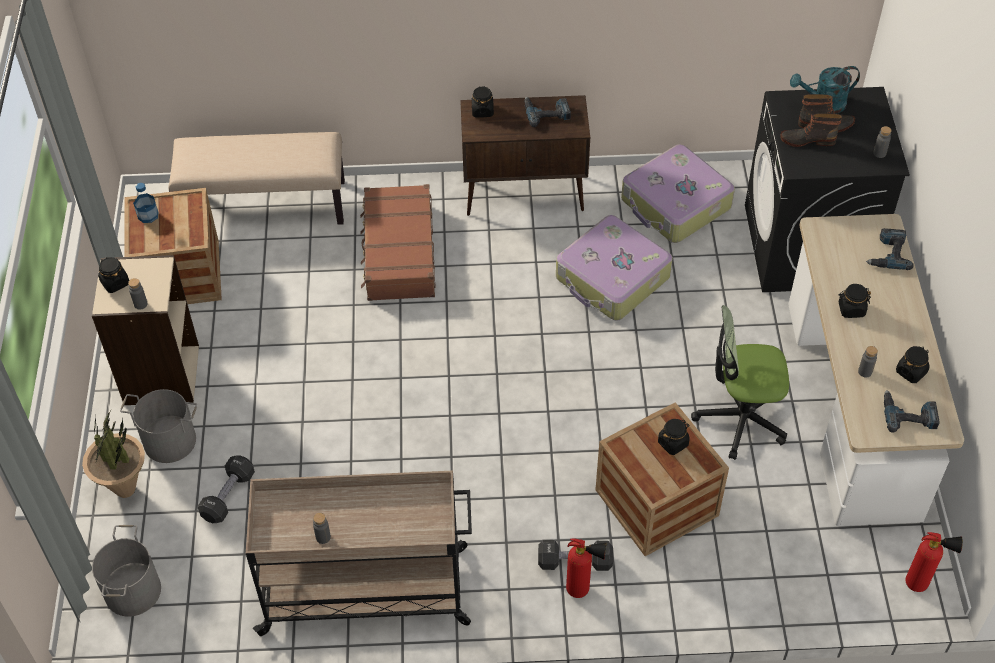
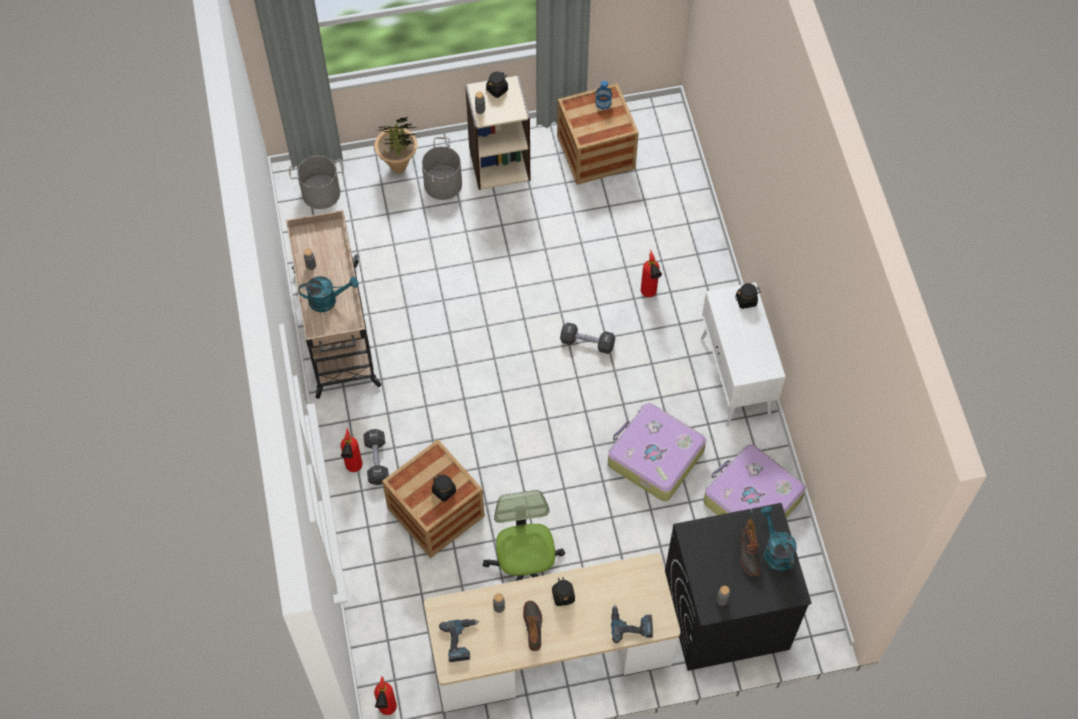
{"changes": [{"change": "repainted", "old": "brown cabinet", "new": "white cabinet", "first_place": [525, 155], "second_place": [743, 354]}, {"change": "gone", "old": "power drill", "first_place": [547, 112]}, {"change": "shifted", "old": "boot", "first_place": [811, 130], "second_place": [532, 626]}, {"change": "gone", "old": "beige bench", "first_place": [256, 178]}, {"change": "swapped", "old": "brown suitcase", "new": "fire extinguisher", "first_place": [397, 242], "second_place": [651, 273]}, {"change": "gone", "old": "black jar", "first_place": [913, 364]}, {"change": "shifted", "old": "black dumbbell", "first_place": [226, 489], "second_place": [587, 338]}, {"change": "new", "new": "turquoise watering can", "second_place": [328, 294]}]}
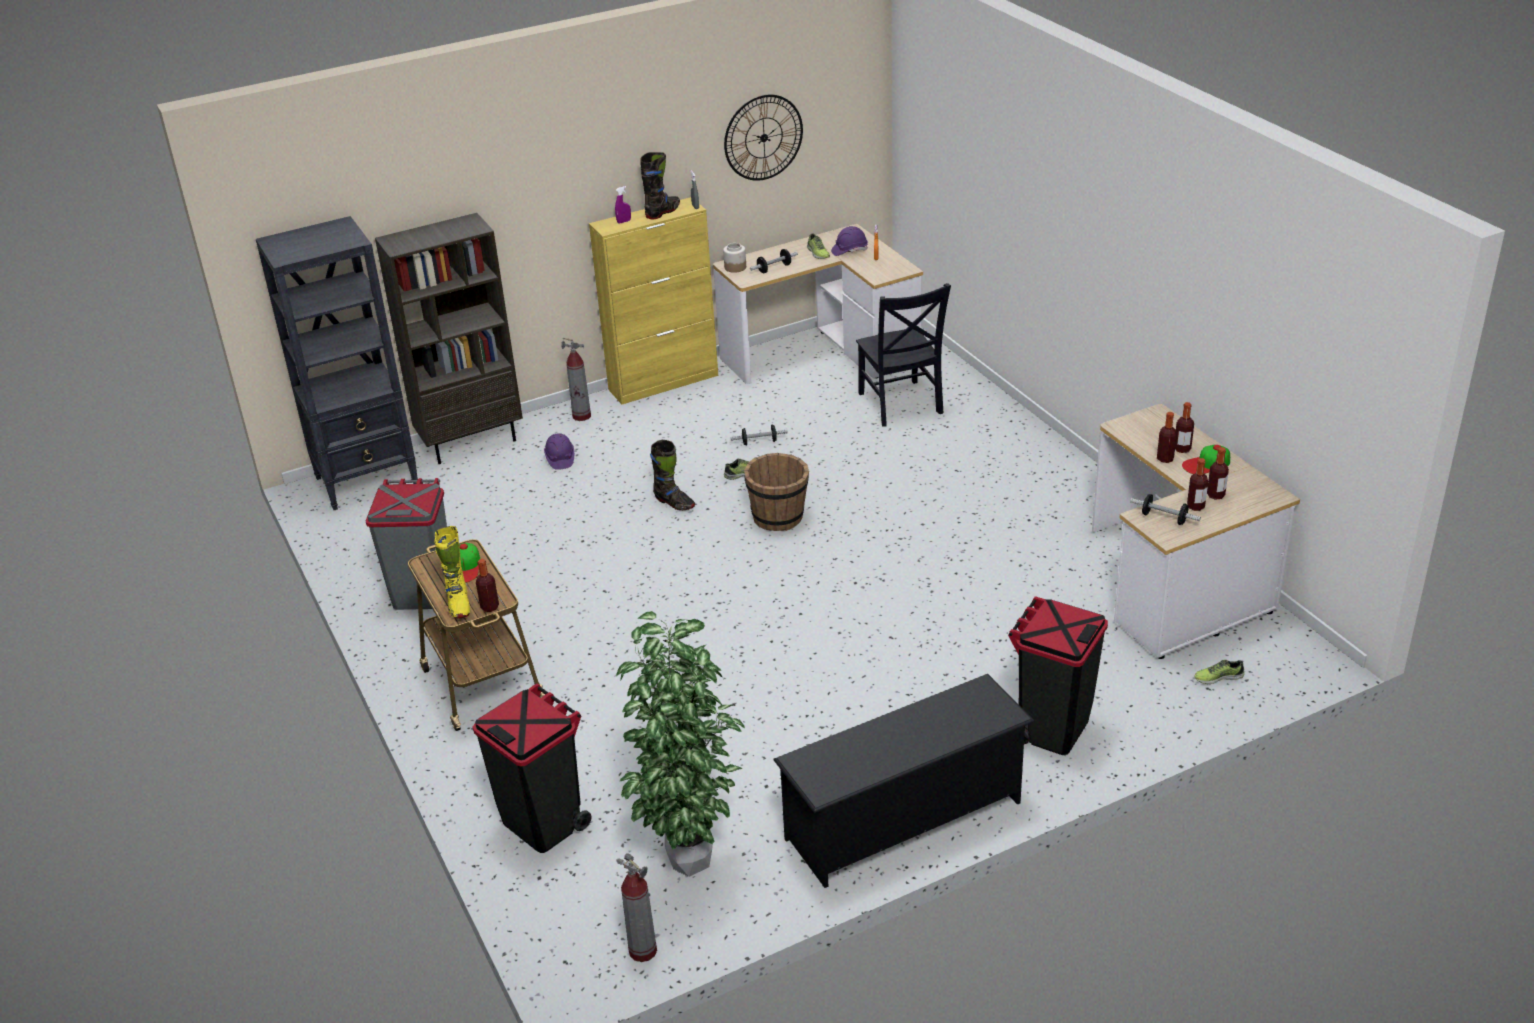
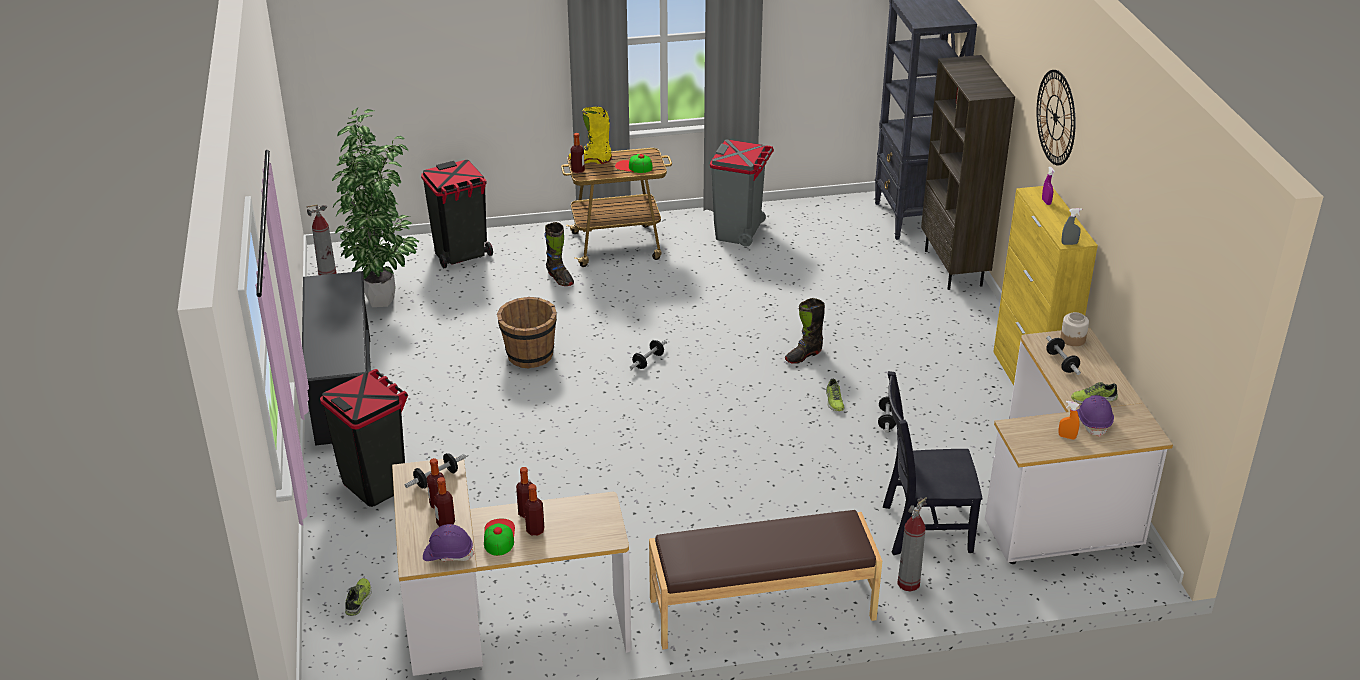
{"changes": [{"change": "shifted", "old": "wall clock", "first_place": [763, 137], "second_place": [1056, 117]}, {"change": "shifted", "old": "black boot", "first_place": [660, 185], "second_place": [559, 254]}, {"change": "shifted", "old": "fire extinguisher", "first_place": [576, 379], "second_place": [912, 544]}, {"change": "shifted", "old": "purple hard hat", "first_place": [559, 451], "second_place": [448, 542]}, {"change": "shifted", "old": "brown bucket", "first_place": [776, 492], "second_place": [527, 332]}, {"change": "new", "new": "dumbbell", "second_place": [648, 354]}, {"change": "new", "new": "brown bench", "second_place": [765, 579]}]}
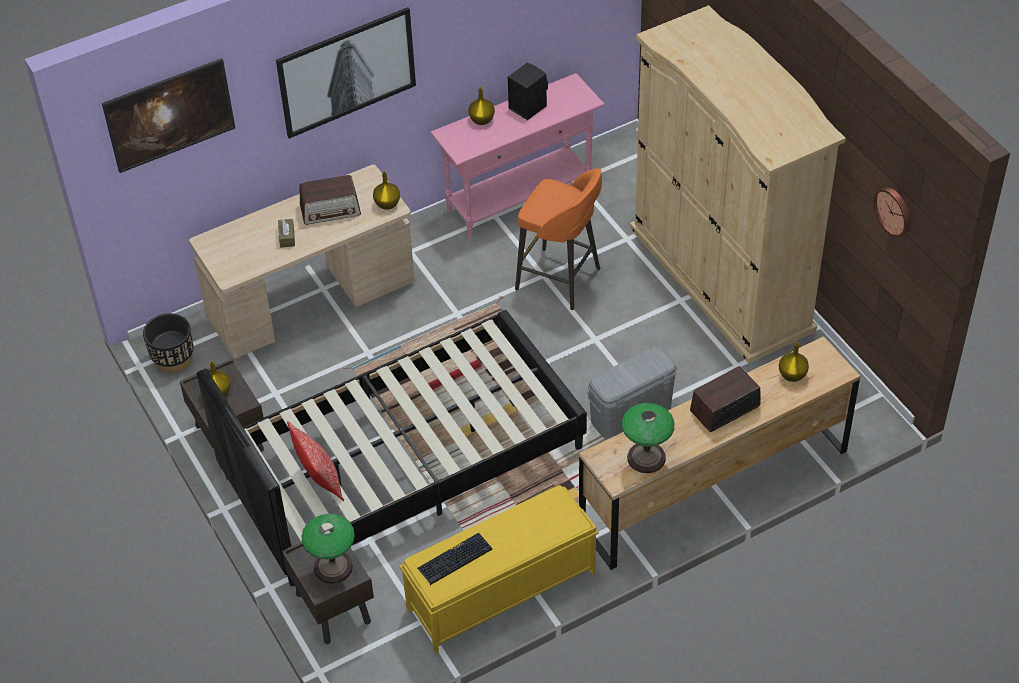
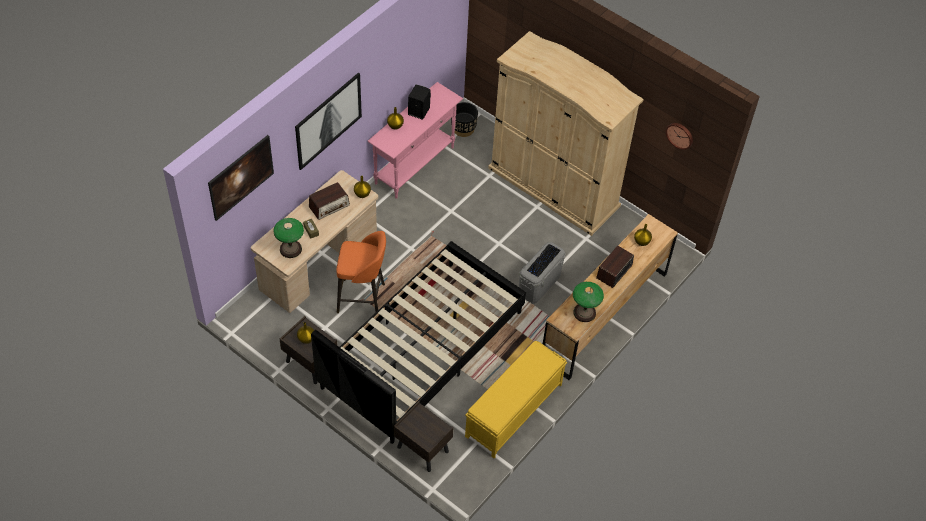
{"changes": [{"change": "shifted", "old": "orange stool", "first_place": [558, 239], "second_place": [361, 272]}, {"change": "shifted", "old": "black planter", "first_place": [168, 343], "second_place": [464, 119]}, {"change": "gone", "old": "pillow", "first_place": [315, 461]}, {"change": "shifted", "old": "table lamp", "first_place": [328, 549], "second_place": [288, 238]}, {"change": "shifted", "old": "keyboard", "first_place": [454, 559], "second_place": [543, 260]}]}
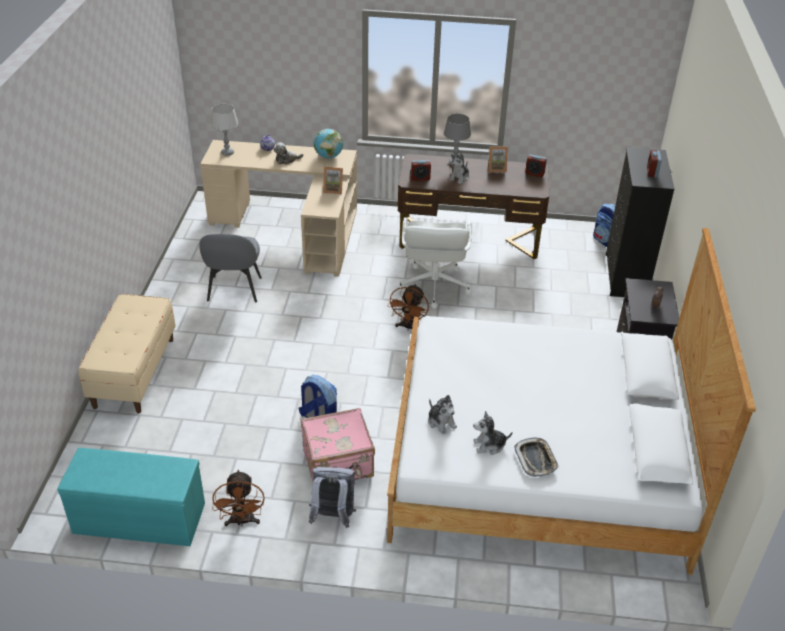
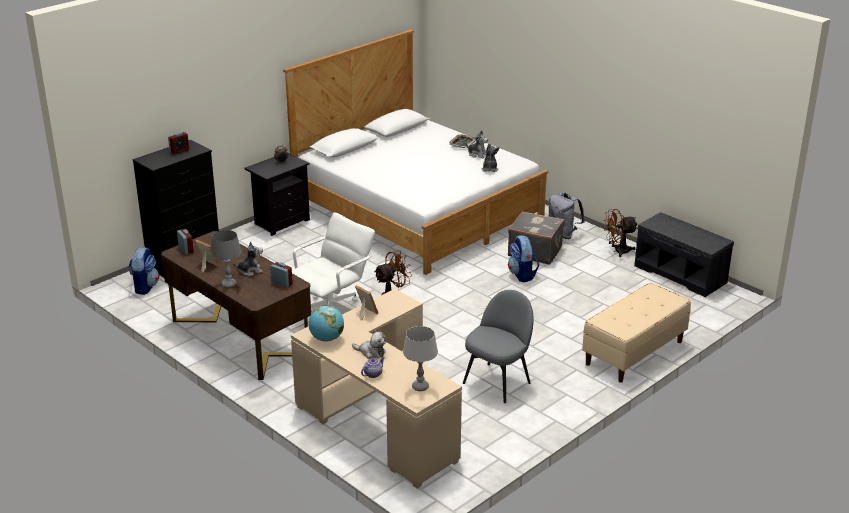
{"changes": [{"change": "repainted", "old": "pink suitcase", "new": "grey suitcase", "first_place": [337, 444], "second_place": [536, 237]}, {"change": "repainted", "old": "turquoise bench", "new": "grey bench", "first_place": [131, 496], "second_place": [684, 254]}, {"change": "rotated", "old": "brown fan", "first_place": [239, 498], "second_place": [621, 233], "degrees": -135}]}
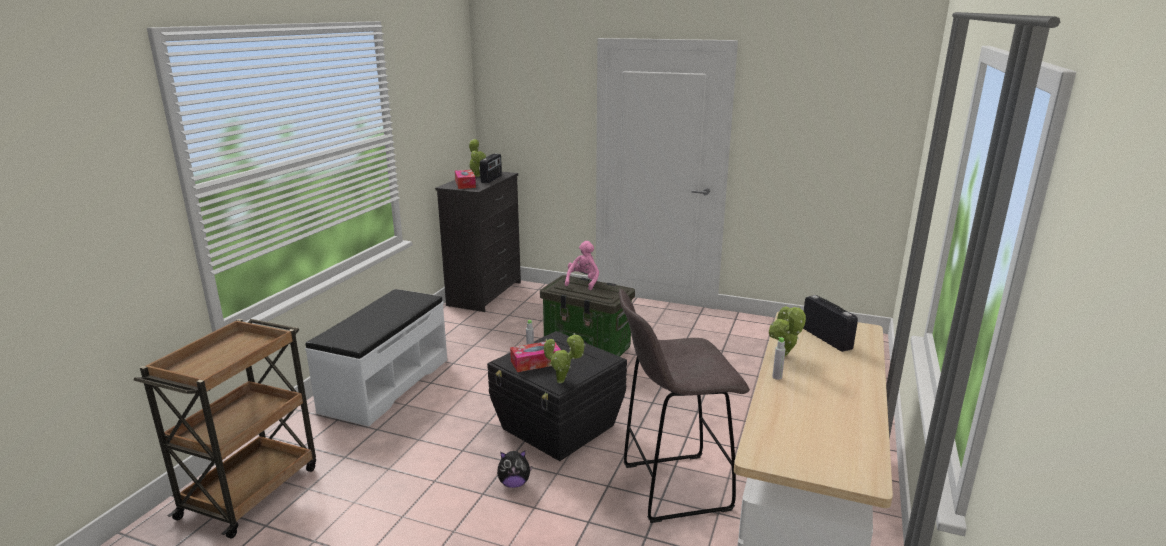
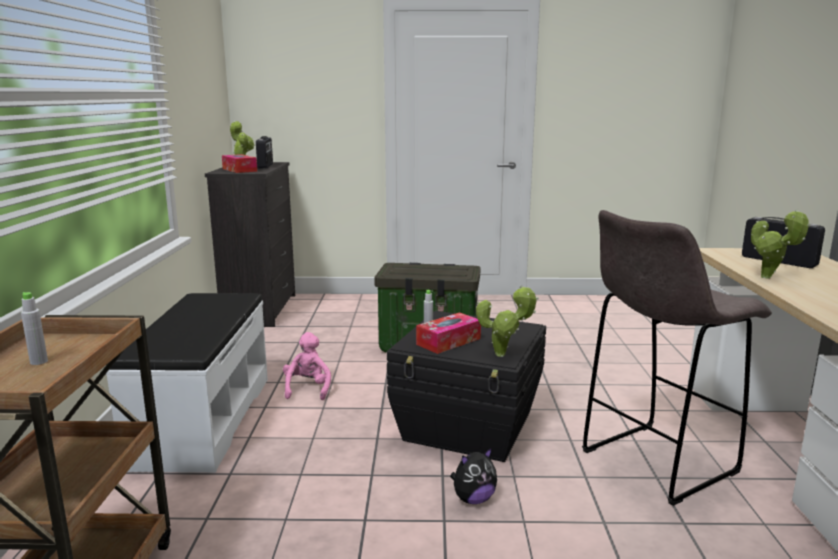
{"changes": [{"change": "shifted", "old": "pink plush toy", "first_place": [582, 265], "second_place": [307, 366]}, {"change": "shifted", "old": "grey bottle", "first_place": [779, 358], "second_place": [34, 328]}]}
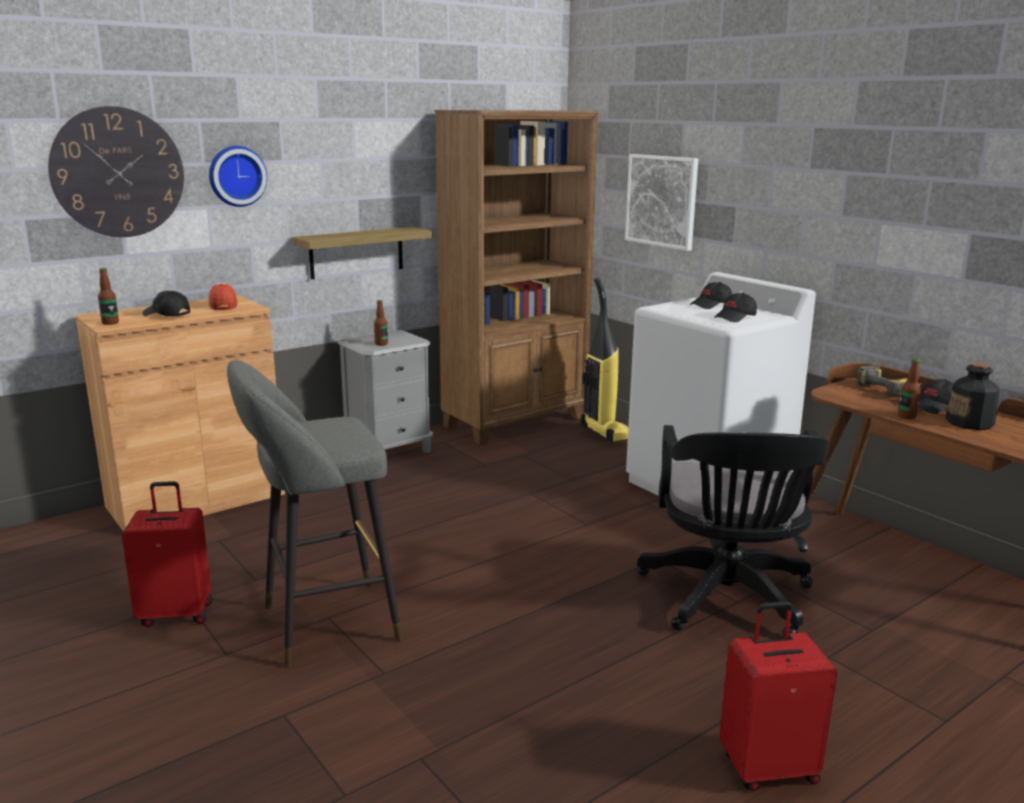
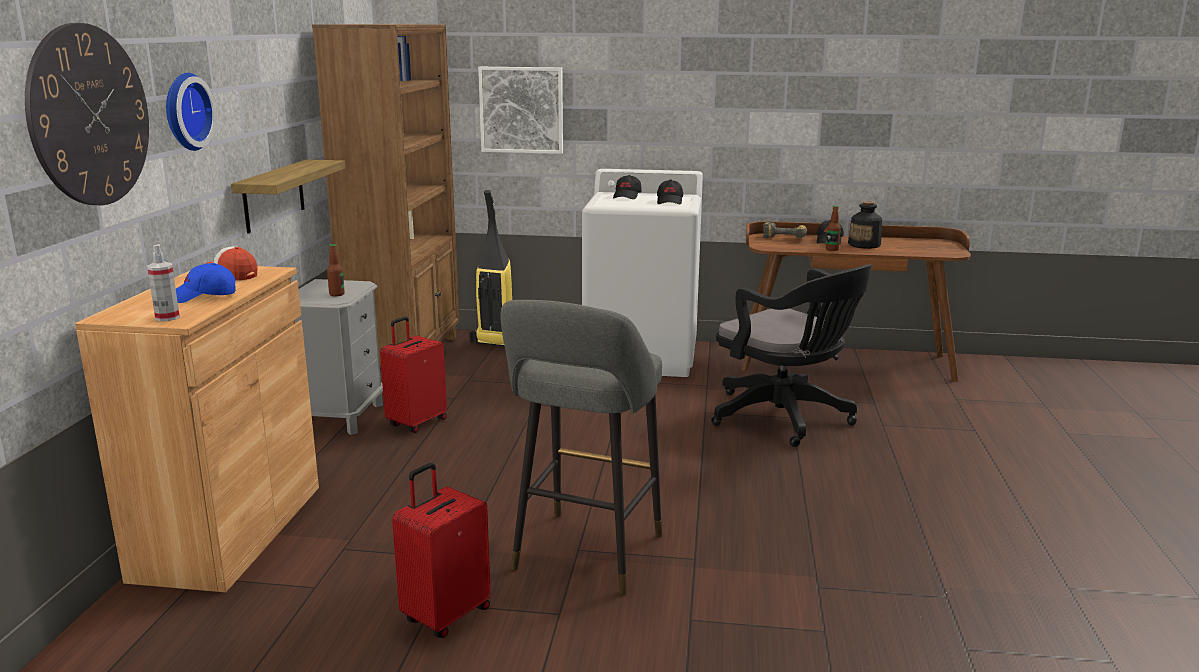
{"changes": [{"change": "swapped", "old": "bottle", "new": "spray bottle", "first_place": [108, 296], "second_place": [163, 282]}, {"change": "repainted", "old": "black cap", "new": "blue cap", "first_place": [166, 303], "second_place": [206, 283]}, {"change": "shifted", "old": "red suitcase", "first_place": [778, 696], "second_place": [413, 375]}]}
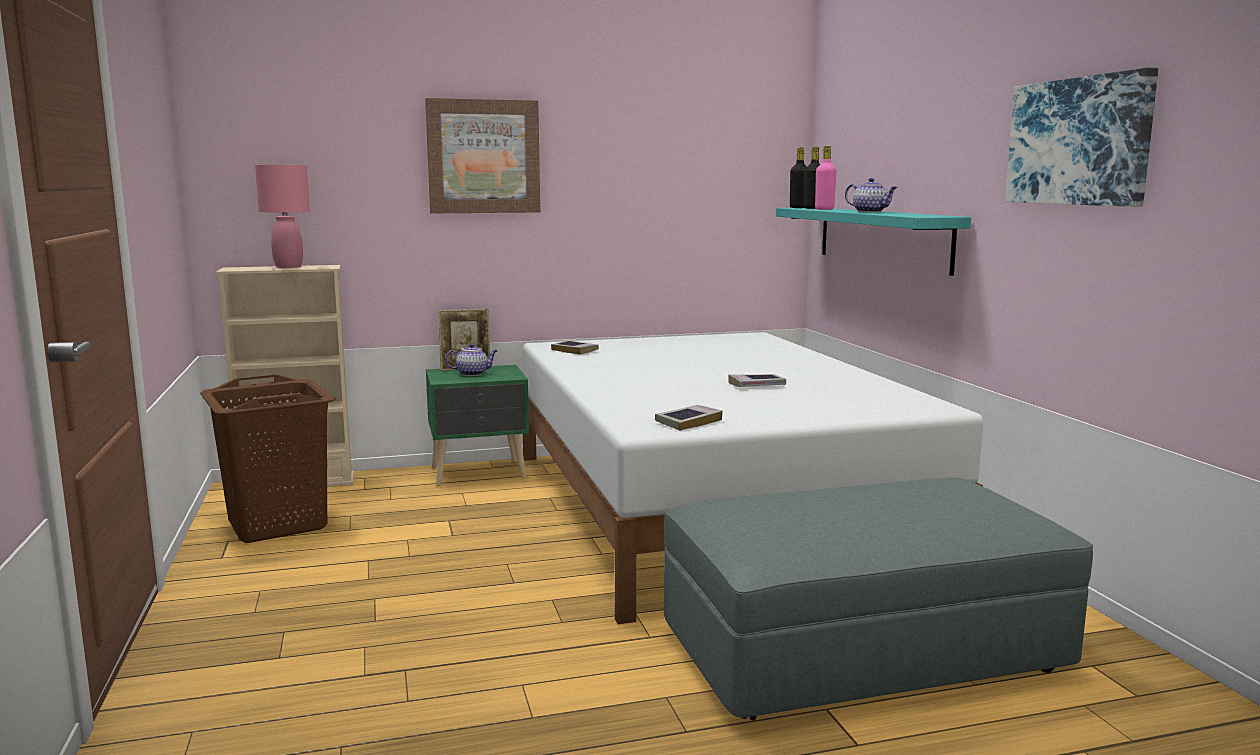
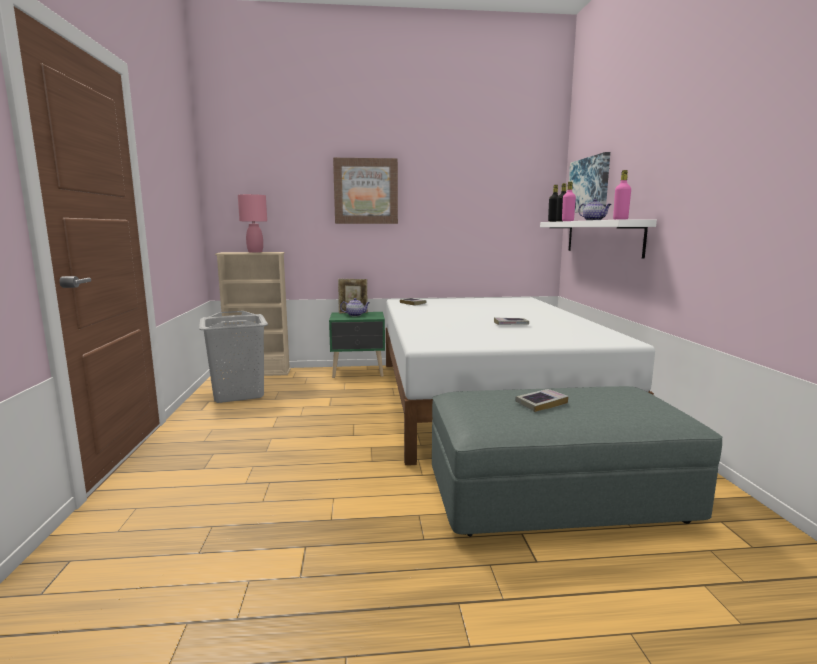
{"changes": [{"change": "shifted", "old": "picture", "first_place": [1081, 137], "second_place": [589, 182]}, {"change": "repainted", "old": "turquoise shelf", "new": "white shelf", "first_place": [873, 242], "second_place": [598, 239]}, {"change": "repainted", "old": "brown laundry basket", "new": "grey laundry basket", "first_place": [267, 458], "second_place": [233, 357]}, {"change": "shifted", "old": "book", "first_place": [689, 418], "second_place": [542, 400]}, {"change": "new", "new": "pink bottle", "second_place": [622, 195]}]}
